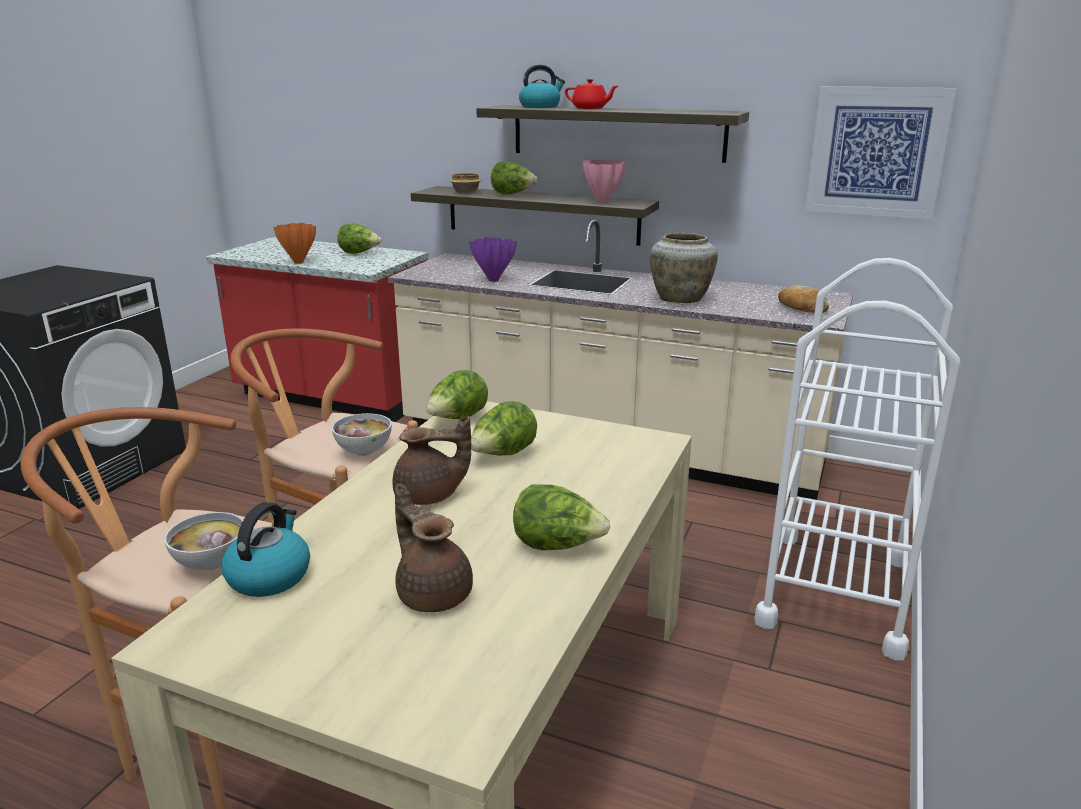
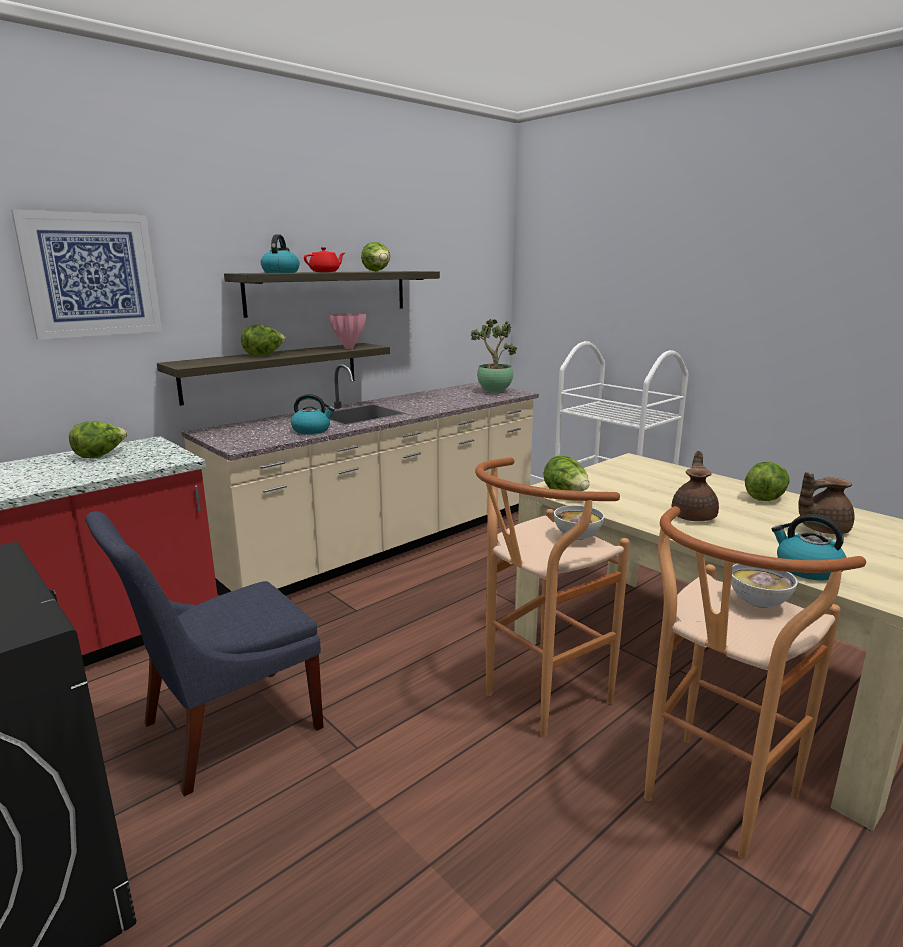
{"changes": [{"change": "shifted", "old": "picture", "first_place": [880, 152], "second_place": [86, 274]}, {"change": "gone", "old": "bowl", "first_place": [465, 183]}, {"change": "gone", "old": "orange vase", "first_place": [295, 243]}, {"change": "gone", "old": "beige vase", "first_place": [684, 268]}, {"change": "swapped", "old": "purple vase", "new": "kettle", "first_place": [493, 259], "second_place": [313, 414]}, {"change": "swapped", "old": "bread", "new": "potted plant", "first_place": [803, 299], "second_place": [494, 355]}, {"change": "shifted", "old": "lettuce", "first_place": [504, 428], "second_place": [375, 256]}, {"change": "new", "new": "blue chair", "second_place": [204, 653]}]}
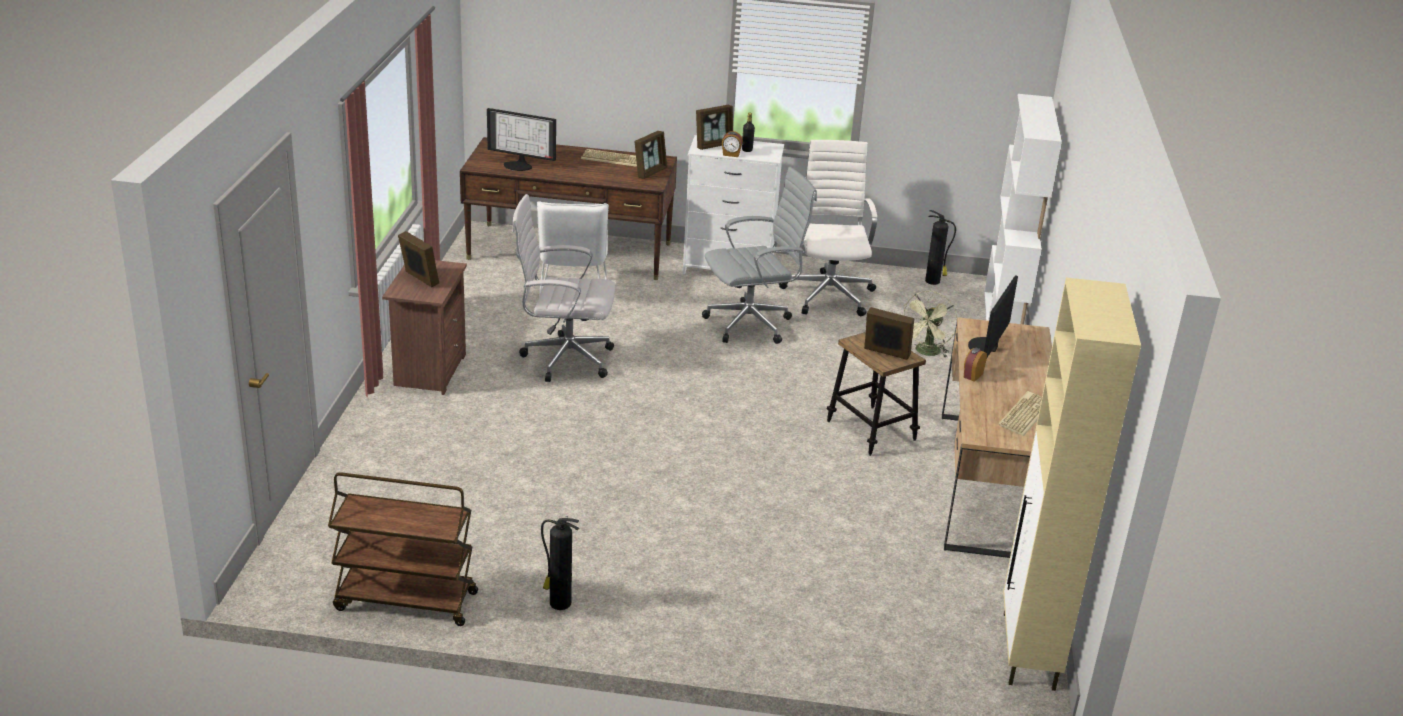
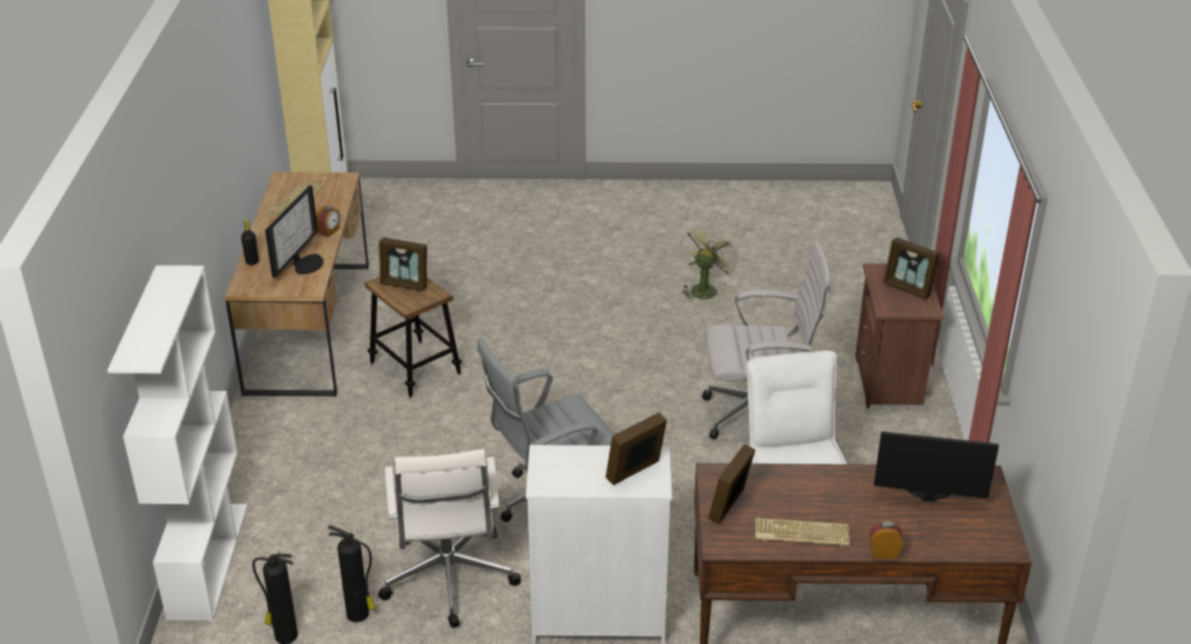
{"changes": [{"change": "shifted", "old": "black bottle", "first_place": [748, 132], "second_place": [250, 242]}, {"change": "shifted", "old": "alarm clock", "first_place": [732, 144], "second_place": [886, 540]}, {"change": "shifted", "old": "green fan", "first_place": [930, 324], "second_place": [709, 263]}, {"change": "gone", "old": "brown cart", "first_place": [403, 549]}, {"change": "shifted", "old": "fire extinguisher", "first_place": [560, 563], "second_place": [352, 573]}]}
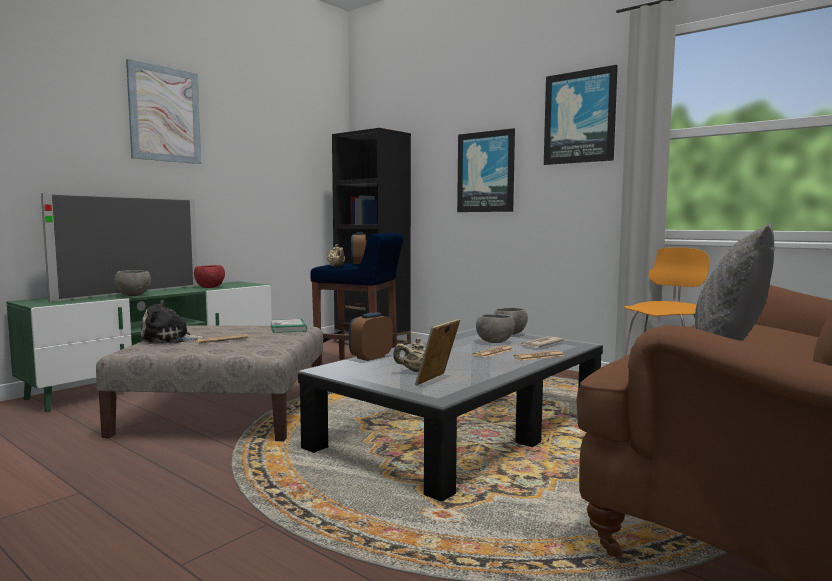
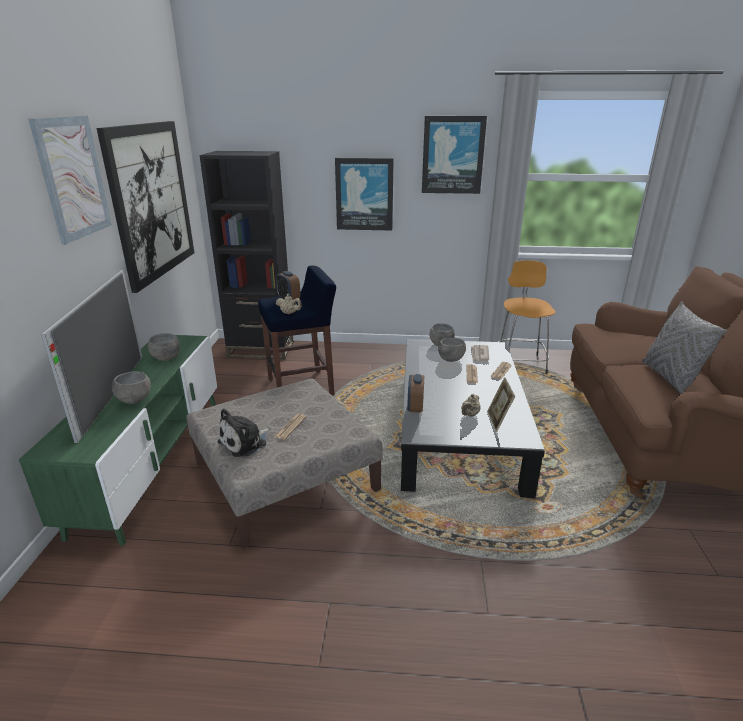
{"changes": [{"change": "repainted", "old": "red bowl", "new": "grey bowl", "first_place": [209, 276], "second_place": [164, 347]}, {"change": "gone", "old": "book", "first_place": [289, 326]}, {"change": "new", "new": "picture", "second_place": [145, 207]}]}
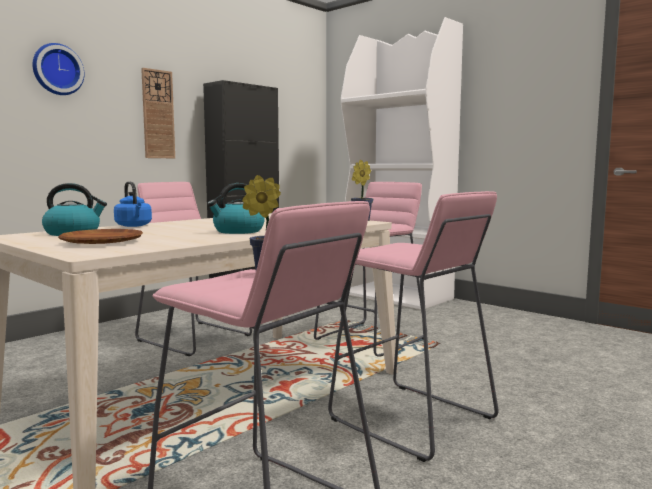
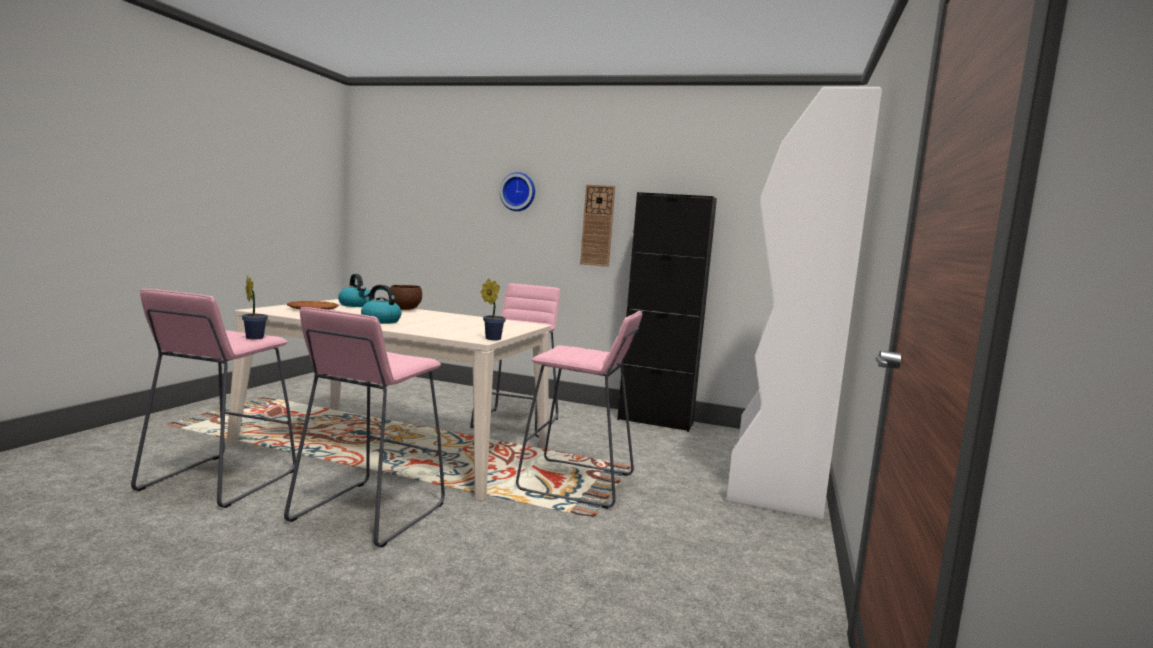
{"changes": [{"change": "swapped", "old": "blue kettle", "new": "brown bowl", "first_place": [133, 204], "second_place": [405, 297]}]}
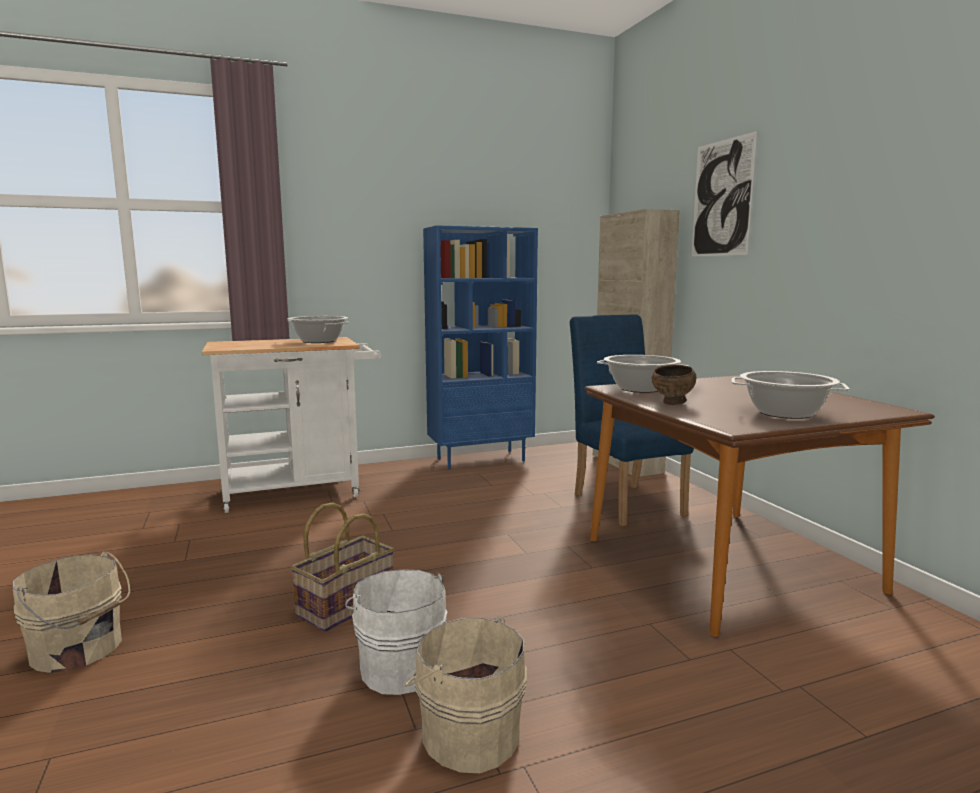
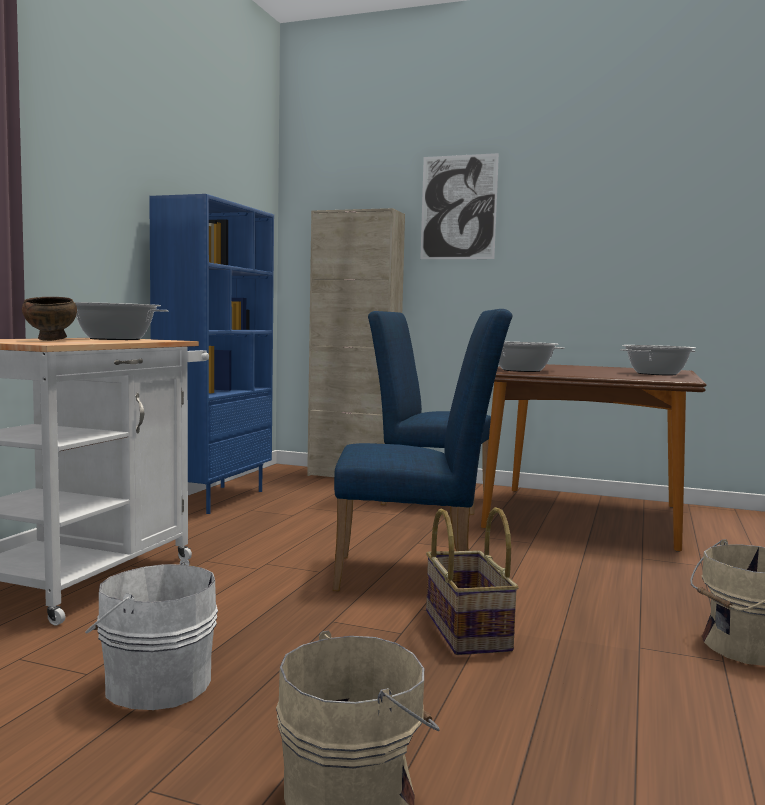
{"changes": [{"change": "shifted", "old": "brown bowl", "first_place": [674, 385], "second_place": [49, 319]}, {"change": "shifted", "old": "white bucket", "first_place": [396, 632], "second_place": [151, 634]}, {"change": "new", "new": "blue chair", "second_place": [423, 450]}]}
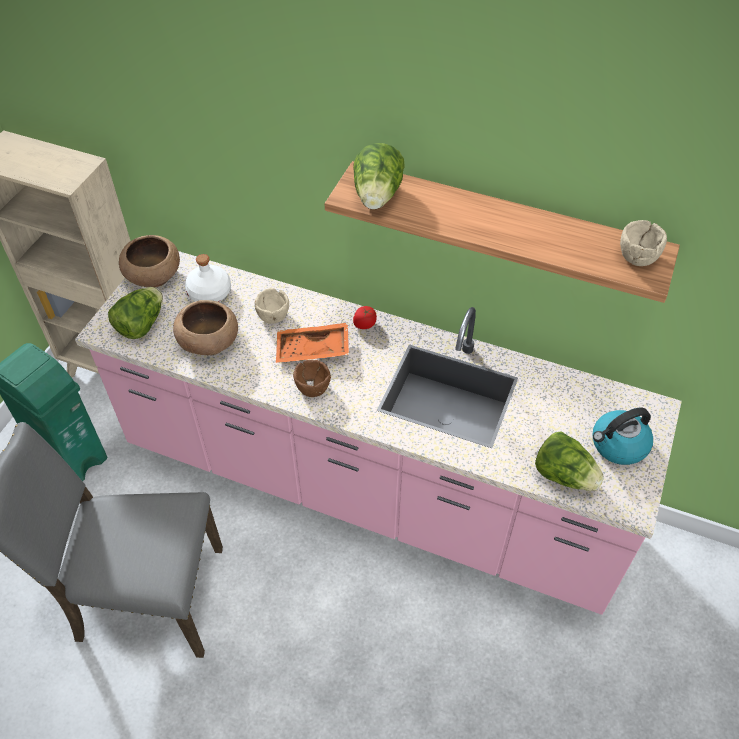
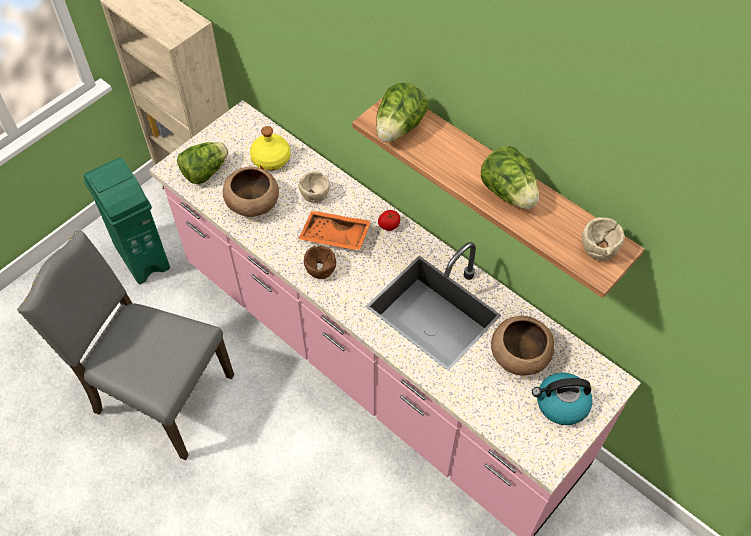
{"changes": [{"change": "shifted", "old": "brown bowl", "first_place": [149, 261], "second_place": [523, 346]}, {"change": "repainted", "old": "white bottle", "new": "yellow bottle", "first_place": [208, 278], "second_place": [270, 148]}, {"change": "shifted", "old": "lettuce", "first_place": [569, 461], "second_place": [510, 177]}]}
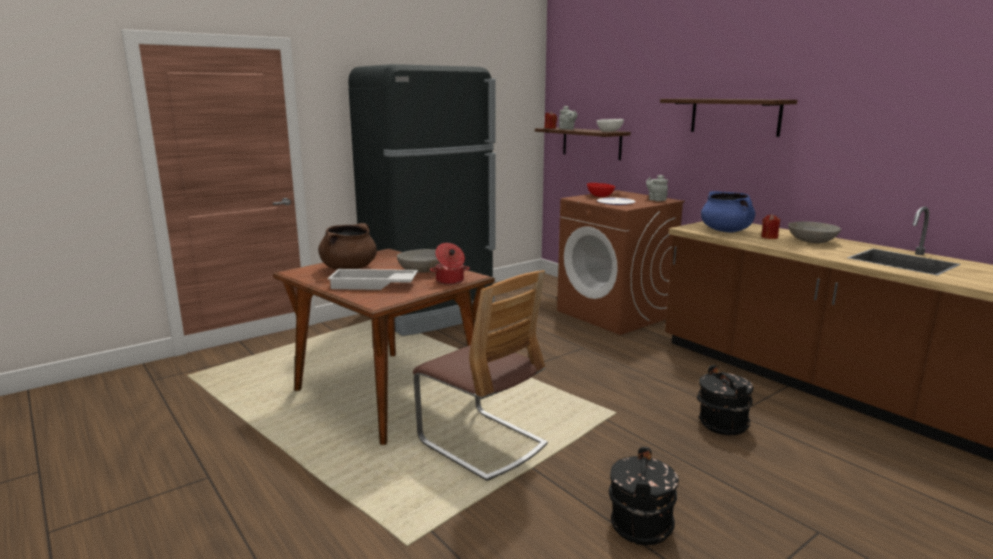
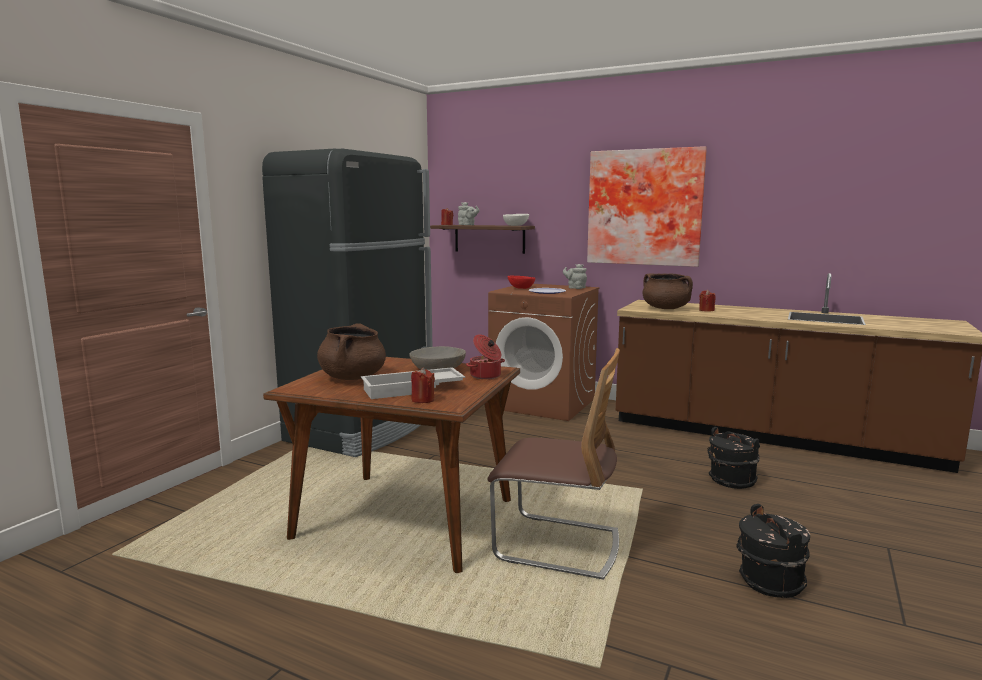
{"changes": [{"change": "swapped", "old": "shelf", "new": "picture", "first_place": [728, 118], "second_place": [647, 206]}, {"change": "repainted", "old": "blue cooking pot", "new": "brown cooking pot", "first_place": [728, 211], "second_place": [667, 291]}, {"change": "gone", "old": "grey bowl", "first_place": [814, 232]}, {"change": "new", "new": "red candle", "second_place": [423, 385]}]}
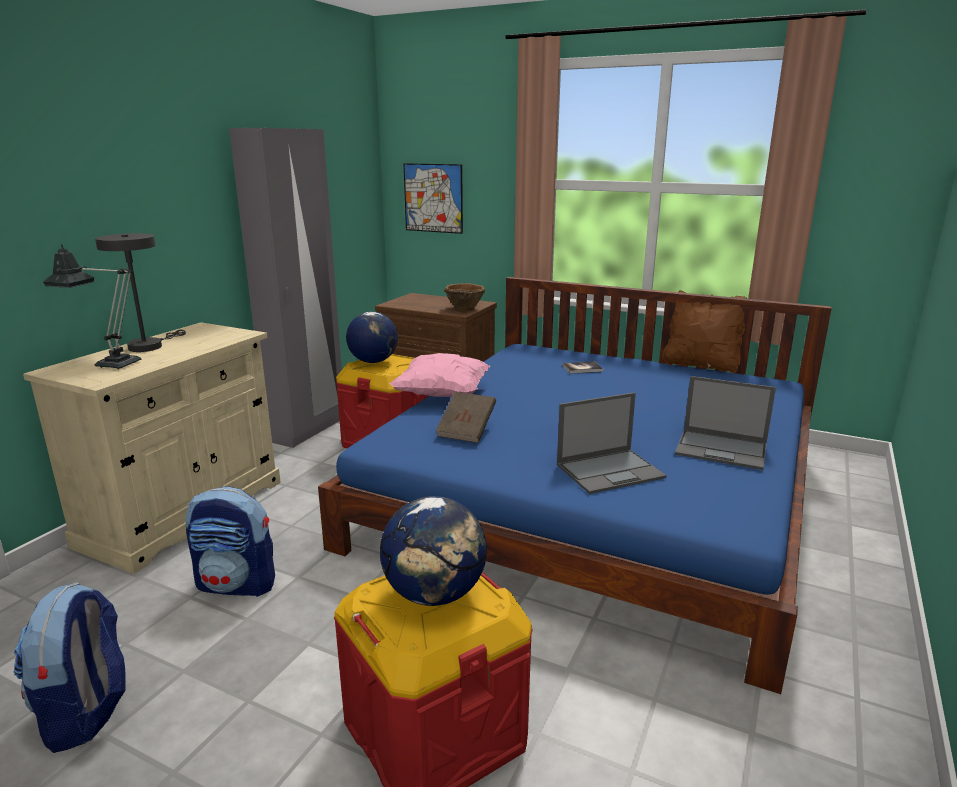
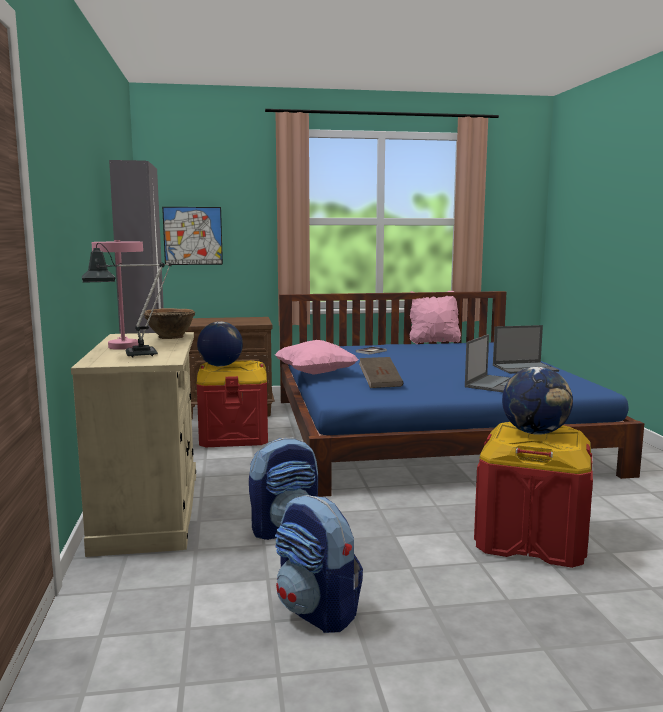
{"changes": [{"change": "repainted", "old": "grey table lamp", "new": "pink table lamp", "first_place": [140, 292], "second_place": [117, 295]}, {"change": "shifted", "old": "brown bowl", "first_place": [464, 297], "second_place": [169, 323]}, {"change": "repainted", "old": "brown pillow", "new": "pink pillow", "first_place": [704, 331], "second_place": [435, 317]}]}
